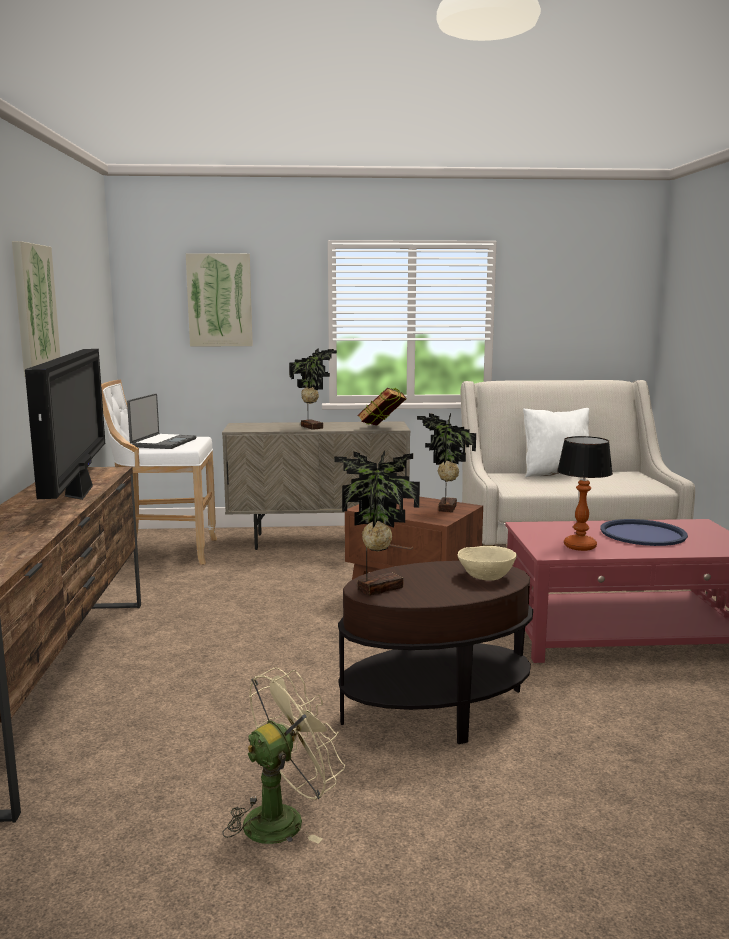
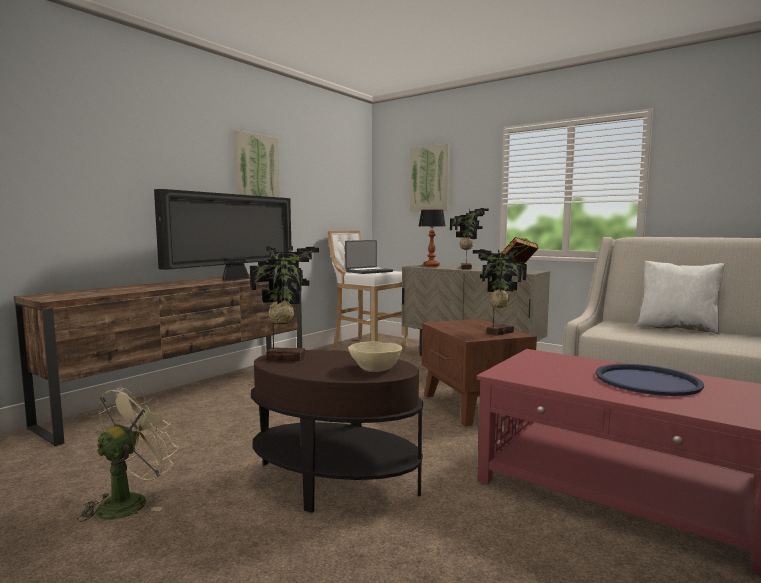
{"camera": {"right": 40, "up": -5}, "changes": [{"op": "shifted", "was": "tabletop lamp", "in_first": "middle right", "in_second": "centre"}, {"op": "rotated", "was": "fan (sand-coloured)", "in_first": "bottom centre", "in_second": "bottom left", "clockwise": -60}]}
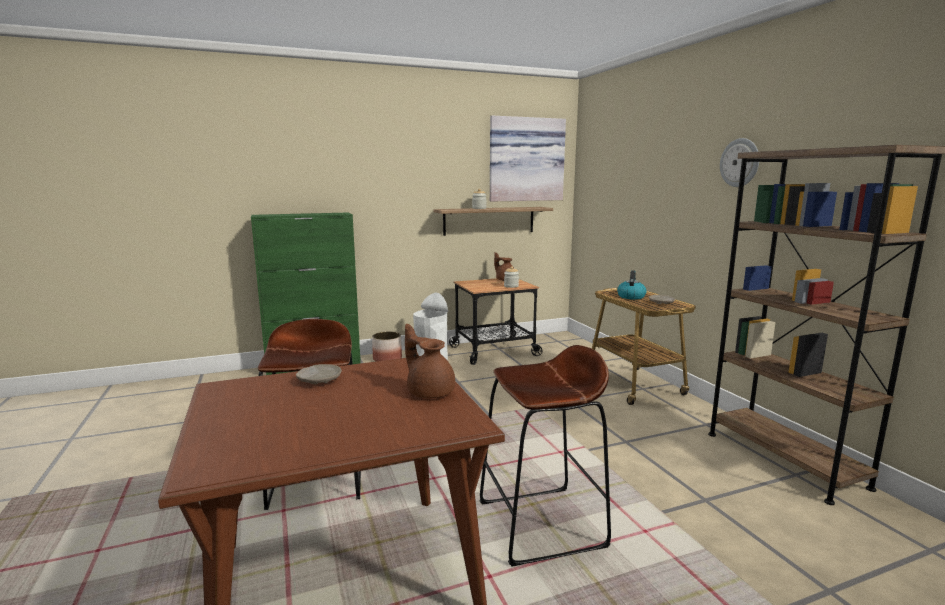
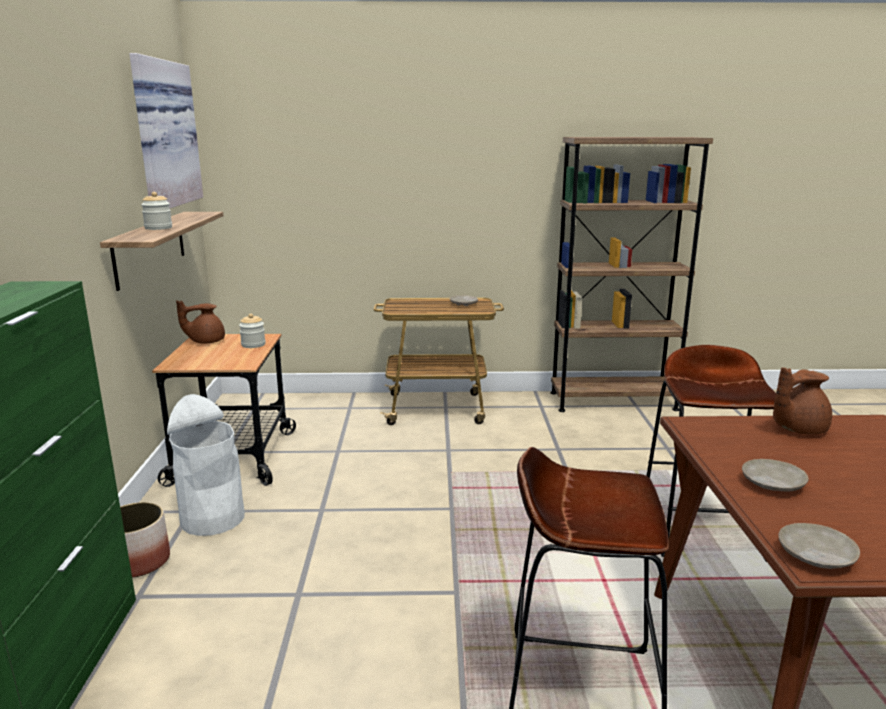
{"camera": {"right": -70, "up": 5}, "changes": [{"op": "gone", "was": "tea kettle", "in_first": "middle right"}, {"op": "gone", "was": "wall clock", "in_first": "top right"}, {"op": "new", "now": "dinner plate (sand-coloured) (no. 3 from left)", "in_second": "bottom right"}]}
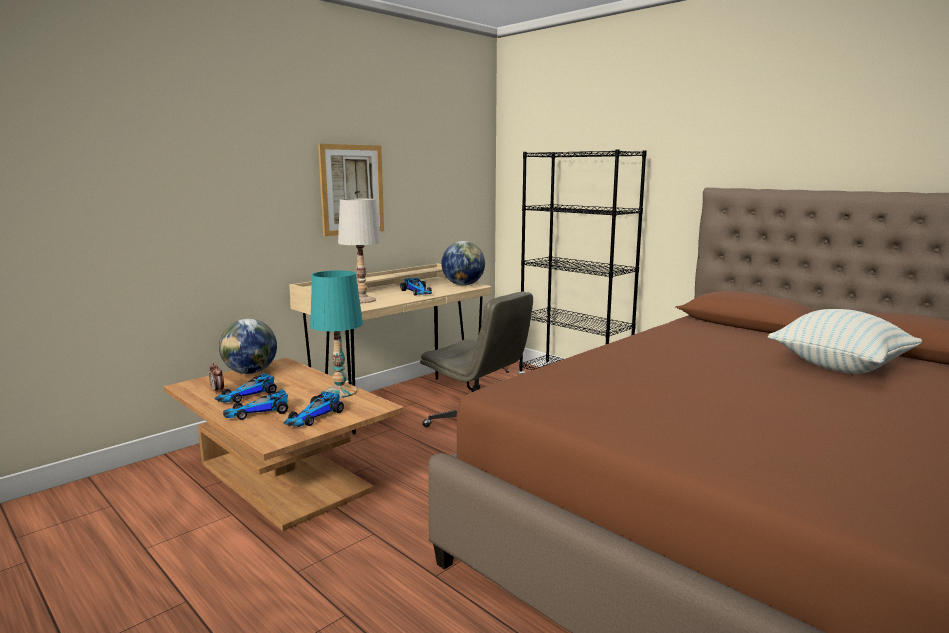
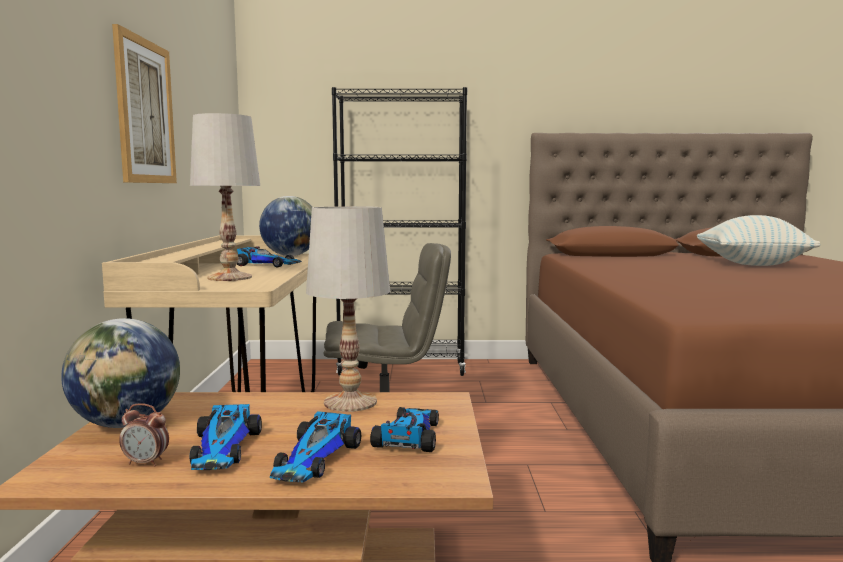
{"camera": {"right": -45, "up": -5}, "changes": [{"op": "repainted", "was": "tabletop lamp (blue-green)", "now": "tabletop lamp (white-coloured) (no. 2 from left)", "in_first": "centre", "in_second": "centre"}, {"op": "rotated", "was": "miniature car (no. 3 from left in the first image)", "in_first": "middle left", "in_second": "bottom centre", "clockwise": -150}]}
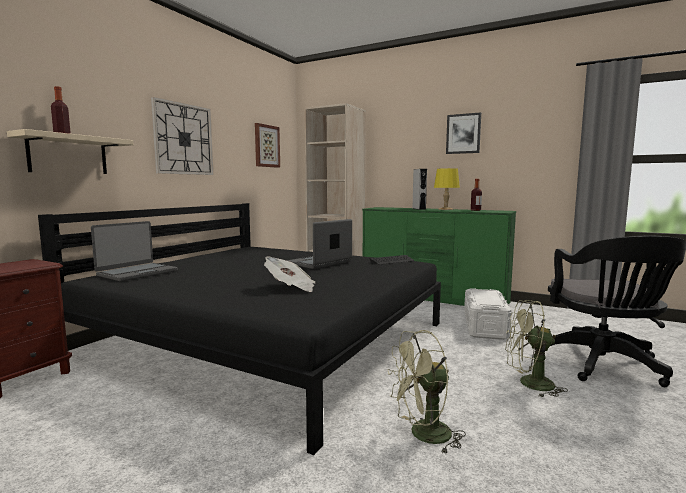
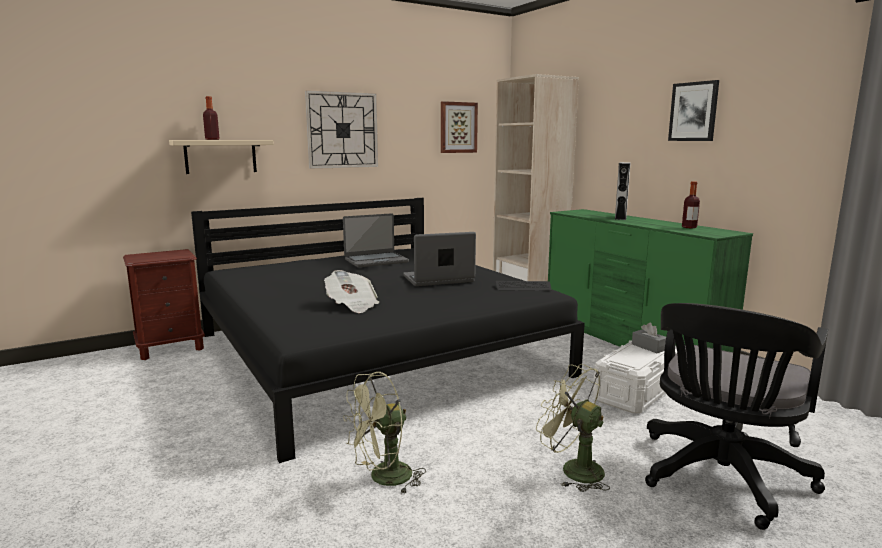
{"camera": {"right": 30, "up": 5}, "changes": [{"op": "gone", "was": "tabletop lamp (yellowish)", "in_first": "centre"}, {"op": "new", "now": "tissue box (gray)", "in_second": "middle right"}, {"op": "shifted", "was": "laptop (no. 1 from left)", "in_first": "middle left", "in_second": "centre"}, {"op": "rotated", "was": "fan (greenish) (no. 1 from left)", "in_first": "bottom centre", "in_second": "bottom centre", "clockwise": -45}]}
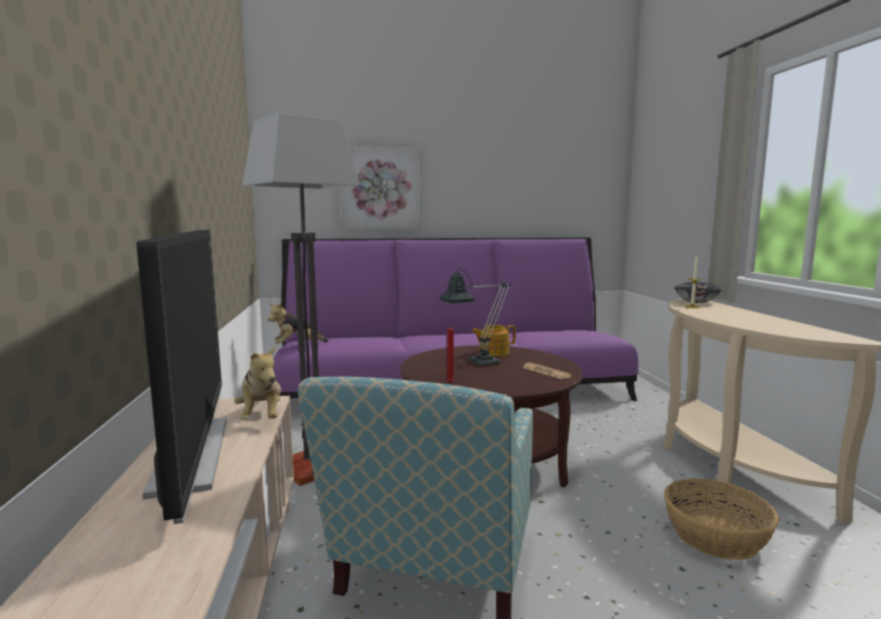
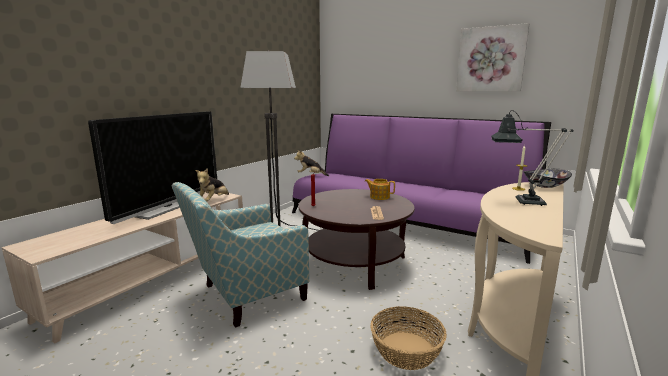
{"camera": {"right": 40, "up": 5}, "changes": [{"op": "shifted", "was": "wall art", "in_first": "top centre", "in_second": "top right"}, {"op": "shifted", "was": "tabletop lamp", "in_first": "centre", "in_second": "middle right"}]}
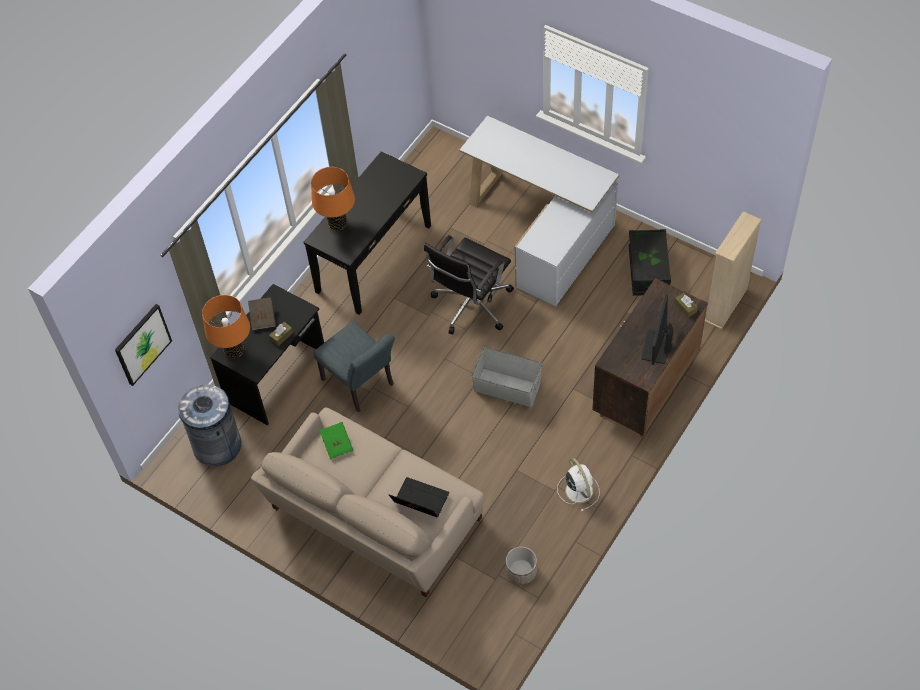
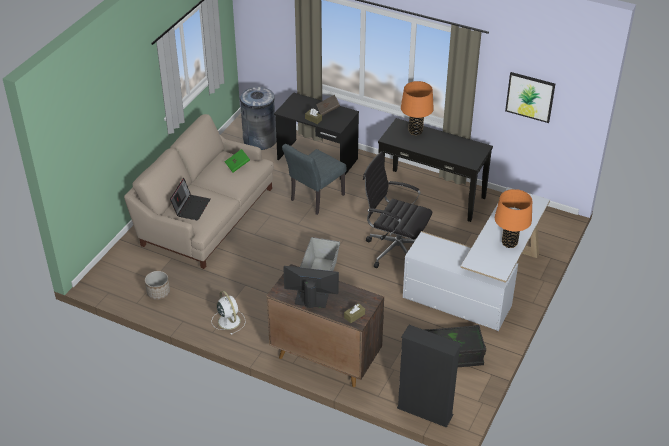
{"camera": {"right": 80, "up": -15}, "changes": [{"op": "shifted", "was": "wall art", "in_first": "middle left", "in_second": "top right"}, {"op": "shifted", "was": "tabletop lamp (orangey) (no. 1 from left in the first image)", "now": "tabletop lamp (orangey) (no. 2 from left)", "in_first": "middle left", "in_second": "middle right"}, {"op": "repainted", "was": "bookcase (sand-coloured)", "now": "bookcase (black)", "in_first": "middle right", "in_second": "bottom centre"}, {"op": "rotated", "was": "fan (white-coloured)", "in_first": "bottom centre", "in_second": "bottom centre", "clockwise": -90}]}
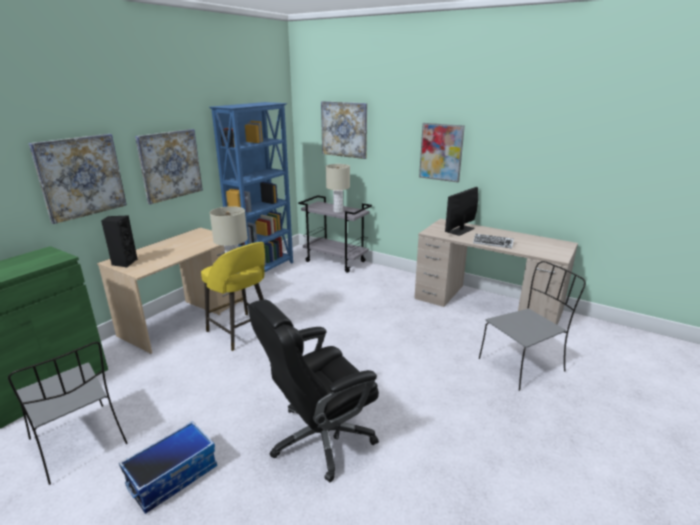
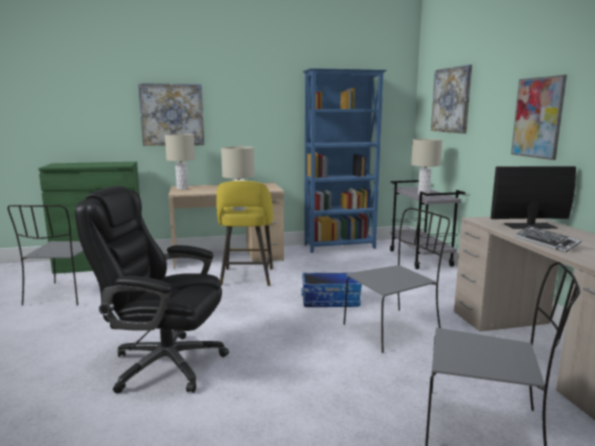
{"camera": {"right": 45, "up": -10}, "changes": [{"op": "gone", "was": "wall art (no. 2 from left)", "in_first": "top left"}, {"op": "new", "now": "upright chair (gray) (no. 2 from left)", "in_second": "middle right"}, {"op": "shifted", "was": "storage container", "in_first": "bottom left", "in_second": "centre"}, {"op": "swapped", "was": "audio speaker (black)", "now": "tabletop lamp (sand-coloured) (no. 1 from left)", "in_first": "middle left", "in_second": "middle left"}]}
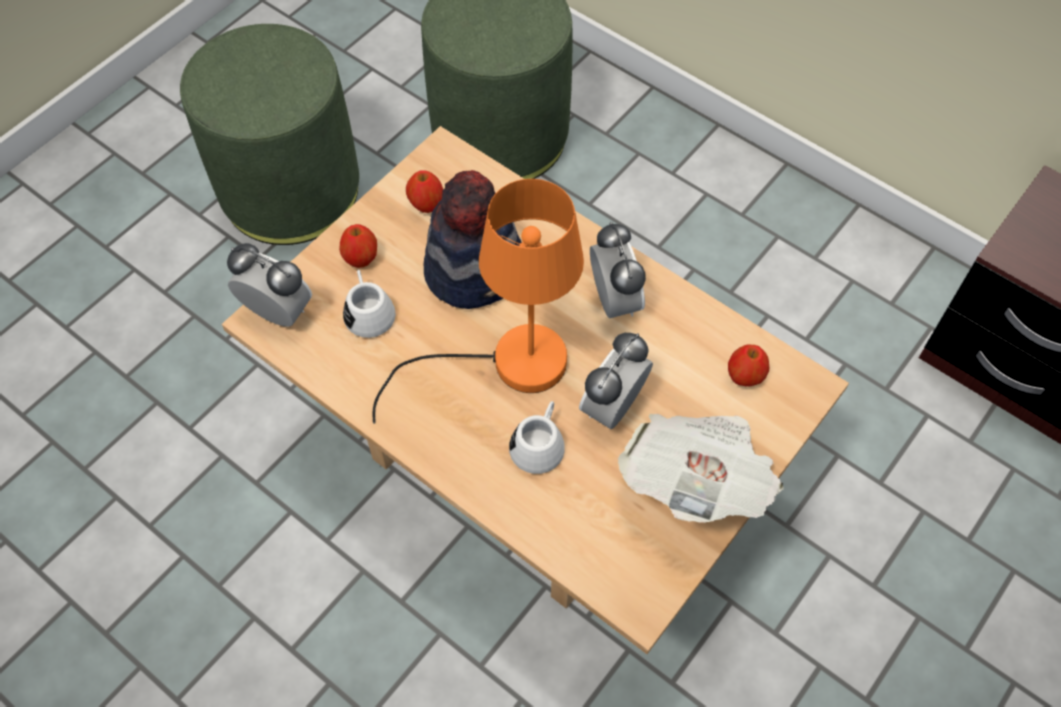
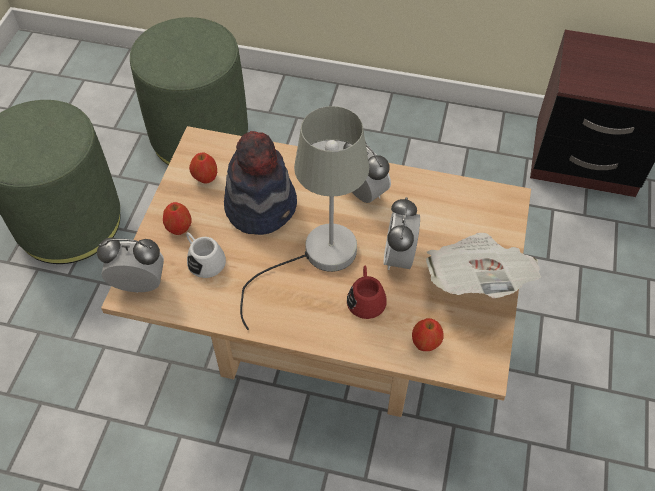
{"camera": {"right": -25, "up": -5}, "changes": [{"op": "shifted", "was": "whole apple (no. 3 from left)", "in_first": "middle right", "in_second": "bottom centre"}, {"op": "repainted", "was": "tabletop lamp (orangey)", "now": "tabletop lamp (gray)", "in_first": "centre", "in_second": "centre"}, {"op": "repainted", "was": "mug (white-coloured) (no. 2 from left)", "now": "mug (red-coloured)", "in_first": "centre", "in_second": "centre"}]}
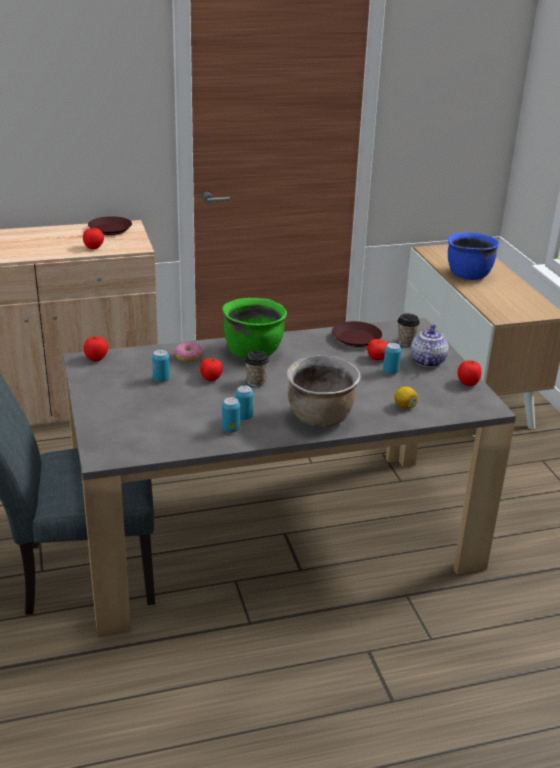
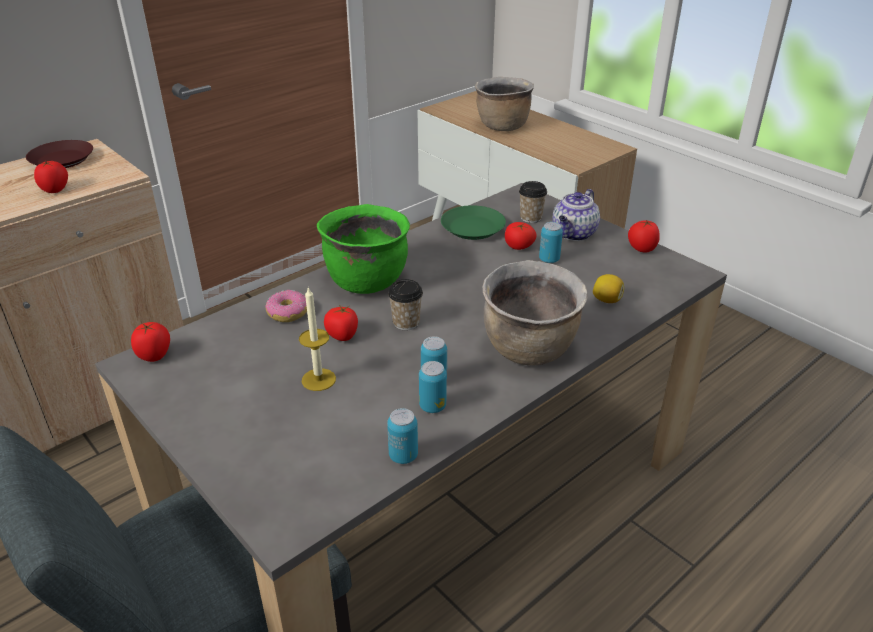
{"camera": {"right": -25, "up": 5}, "changes": [{"op": "new", "now": "candle", "in_second": "centre"}, {"op": "shifted", "was": "metal can (no. 1 from left)", "in_first": "middle left", "in_second": "bottom centre"}, {"op": "repainted", "was": "dinner plate (brown) (no. 2 from left)", "now": "dinner plate (greenish)", "in_first": "centre", "in_second": "centre"}, {"op": "repainted", "was": "cooking pot (blue)", "now": "cooking pot (brown) (no. 1 from left)", "in_first": "middle right", "in_second": "top centre"}, {"op": "rotated", "was": "teapot", "in_first": "middle right", "in_second": "centre", "clockwise": -135}]}
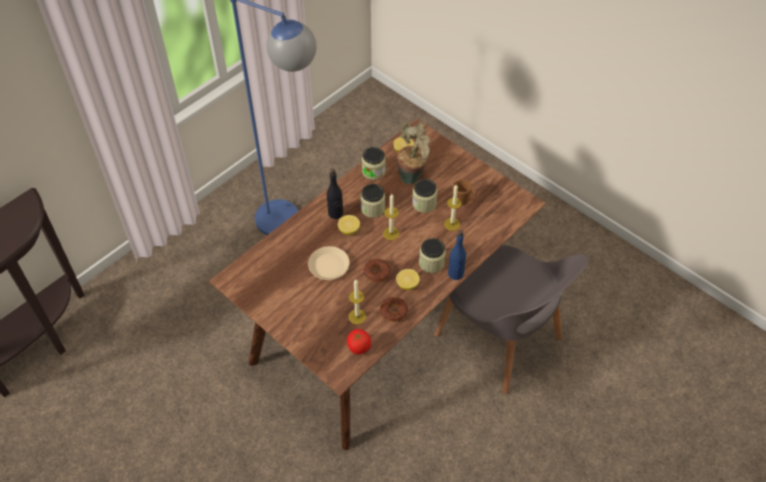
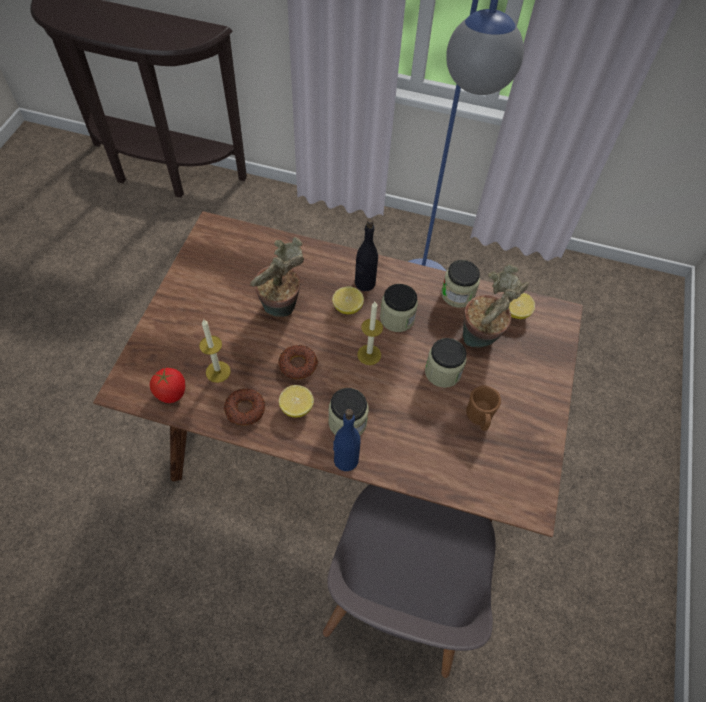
{"camera": {"right": 60, "up": 5}, "changes": [{"op": "gone", "was": "candle (no. 3 from left)", "in_first": "centre"}, {"op": "swapped", "was": "dinner plate (sand-coloured)", "now": "houseplant (no. 1 from left)", "in_first": "centre", "in_second": "centre"}]}
